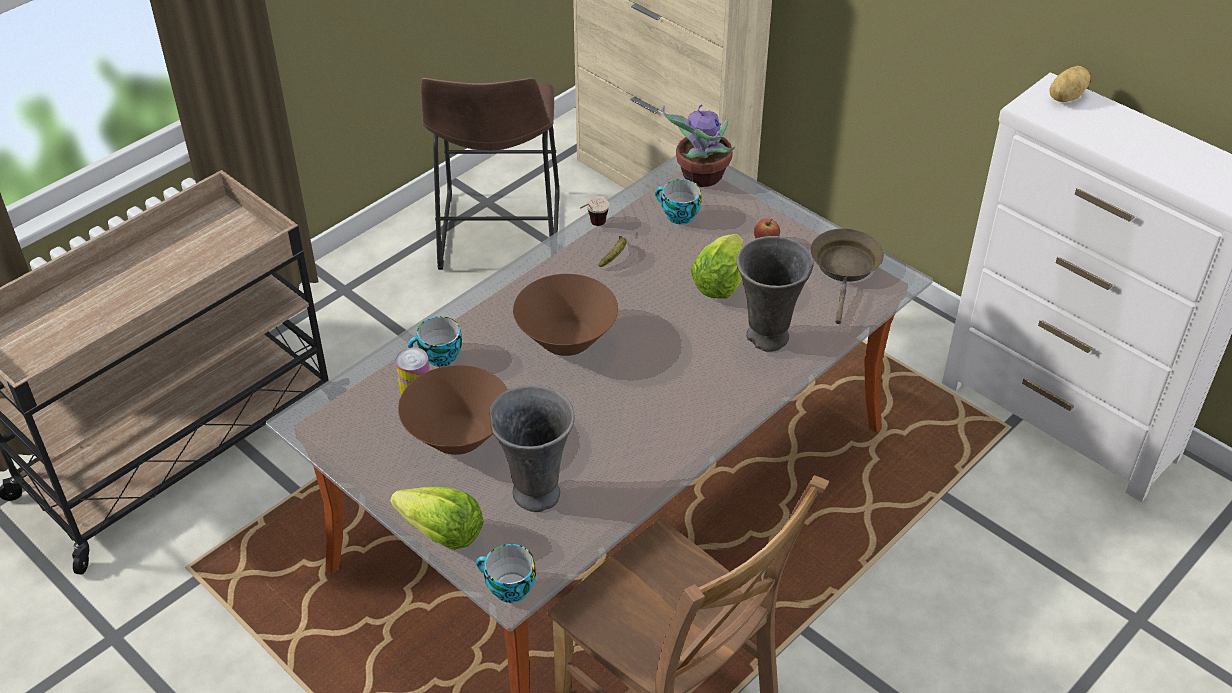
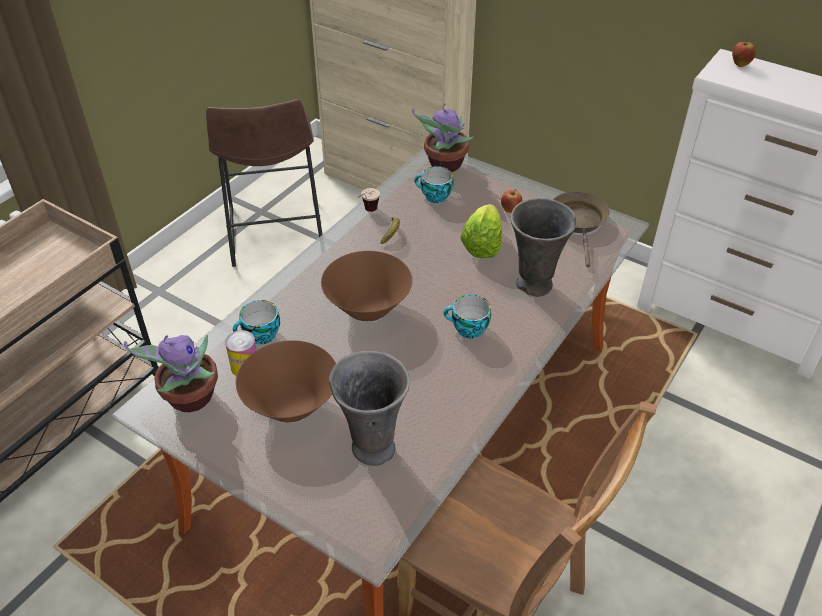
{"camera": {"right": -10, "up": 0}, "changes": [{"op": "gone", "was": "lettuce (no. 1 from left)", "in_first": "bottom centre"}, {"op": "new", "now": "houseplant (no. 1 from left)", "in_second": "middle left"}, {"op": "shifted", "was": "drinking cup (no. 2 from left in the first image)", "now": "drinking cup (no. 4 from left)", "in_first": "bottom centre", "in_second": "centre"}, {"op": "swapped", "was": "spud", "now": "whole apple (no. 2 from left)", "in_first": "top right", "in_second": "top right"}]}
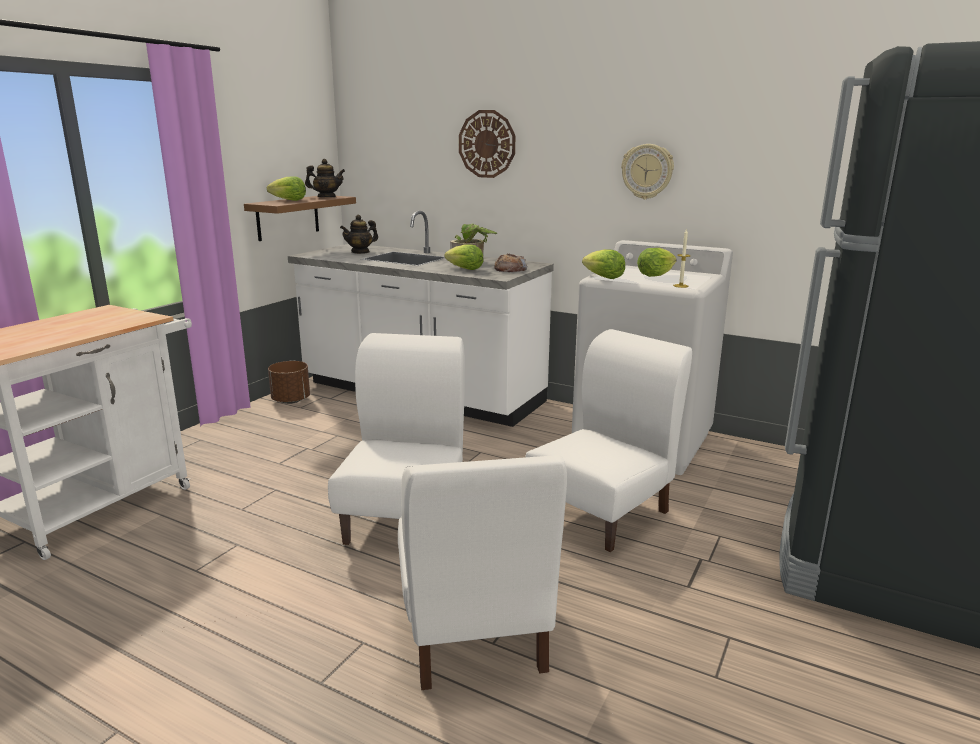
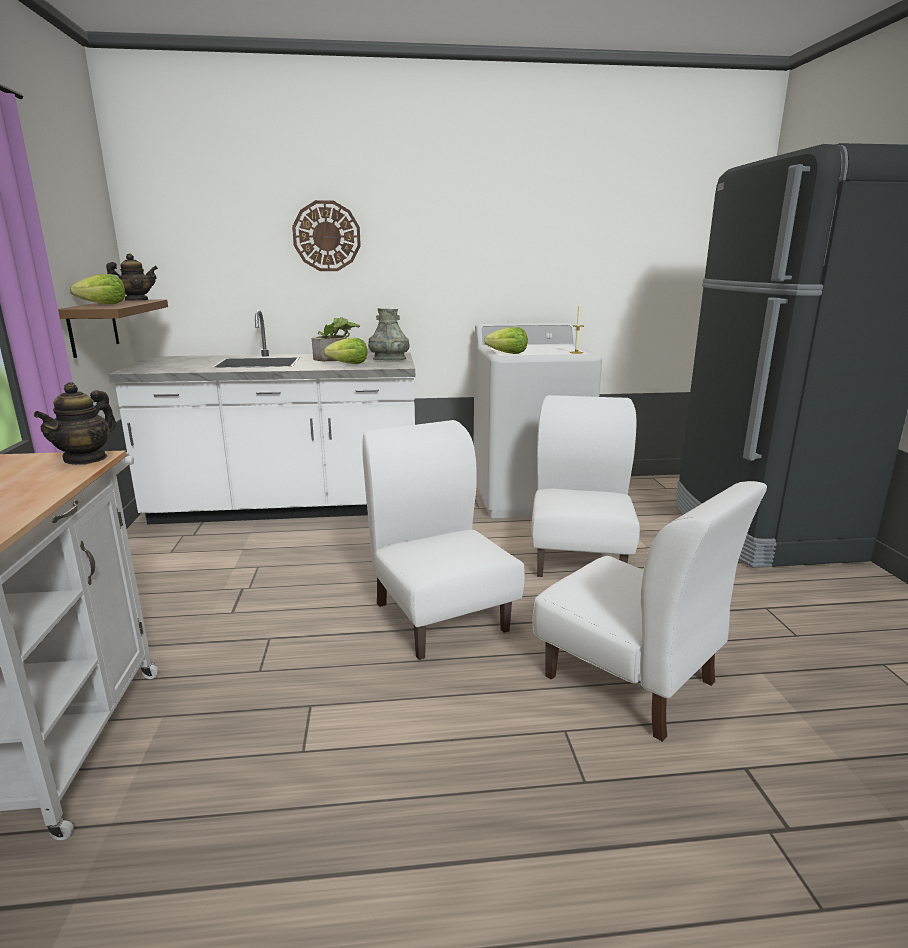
{"camera": {"right": -35, "up": 0}, "changes": [{"op": "gone", "was": "planter (brown)", "in_first": "middle left"}, {"op": "gone", "was": "wall clock (no. 2 from left)", "in_first": "top centre"}, {"op": "gone", "was": "lettuce (no. 4 from left)", "in_first": "middle right"}, {"op": "shifted", "was": "teapot (no. 2 from left in the first image)", "now": "teapot (no. 1 from left)", "in_first": "top centre", "in_second": "middle left"}, {"op": "swapped", "was": "baked bread", "now": "decorative vase (gray)", "in_first": "centre", "in_second": "centre"}]}
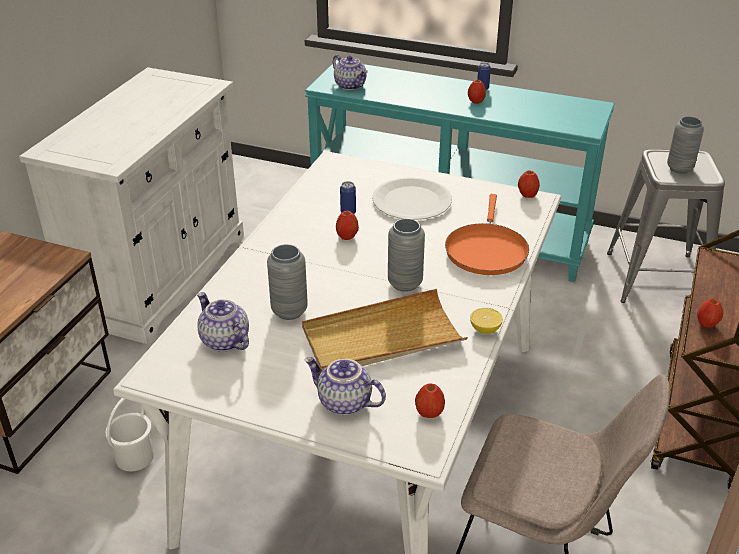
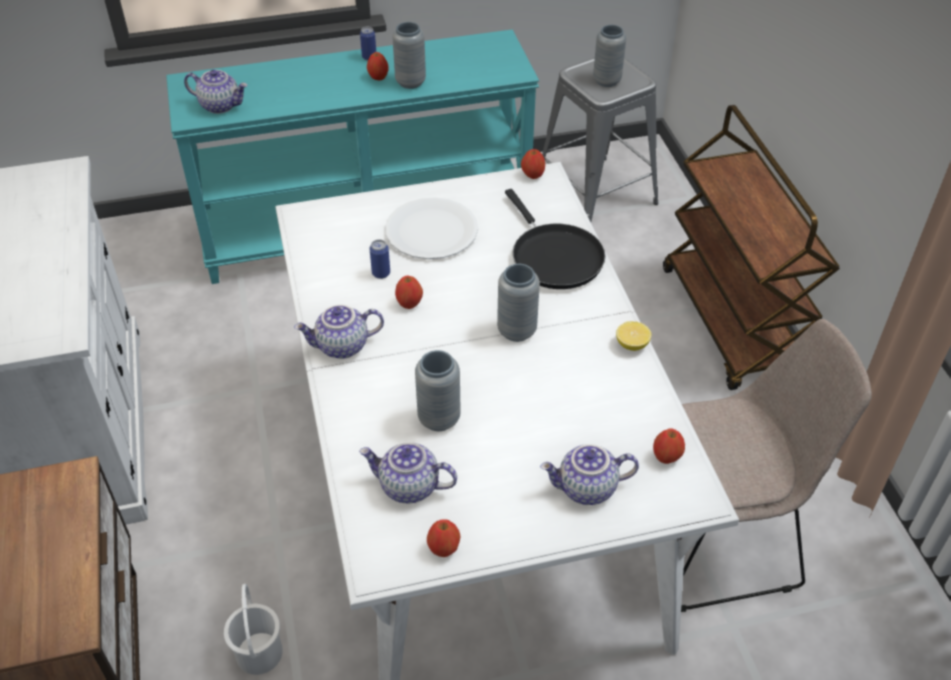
{"camera": {"right": -35, "up": 10}, "changes": [{"op": "gone", "was": "tray (sand-coloured)", "in_first": "centre"}, {"op": "new", "now": "teapot (no. 2 from left)", "in_second": "centre"}, {"op": "new", "now": "decorative vase (gray) (no. 1 from left)", "in_second": "top centre"}, {"op": "shifted", "was": "whole apple (no. 5 from left in the first image)", "now": "whole apple (no. 3 from left)", "in_first": "middle right", "in_second": "bottom centre"}, {"op": "repainted", "was": "frying pan (orangey)", "now": "frying pan (black)", "in_first": "centre", "in_second": "centre"}]}
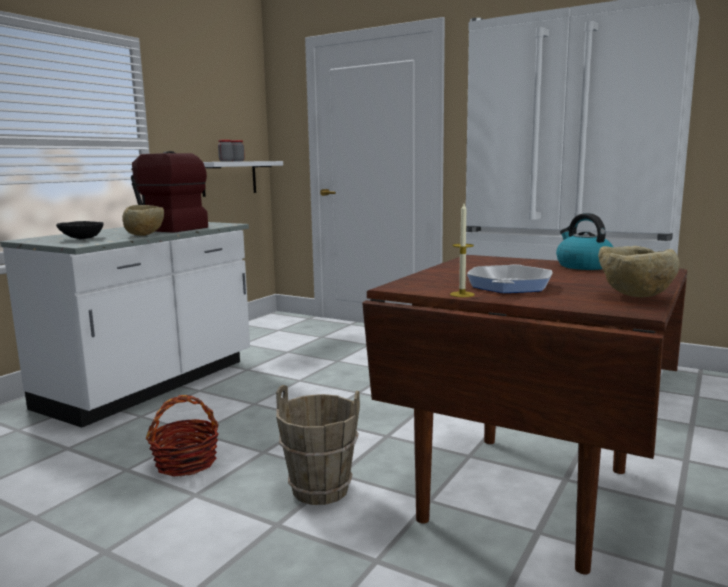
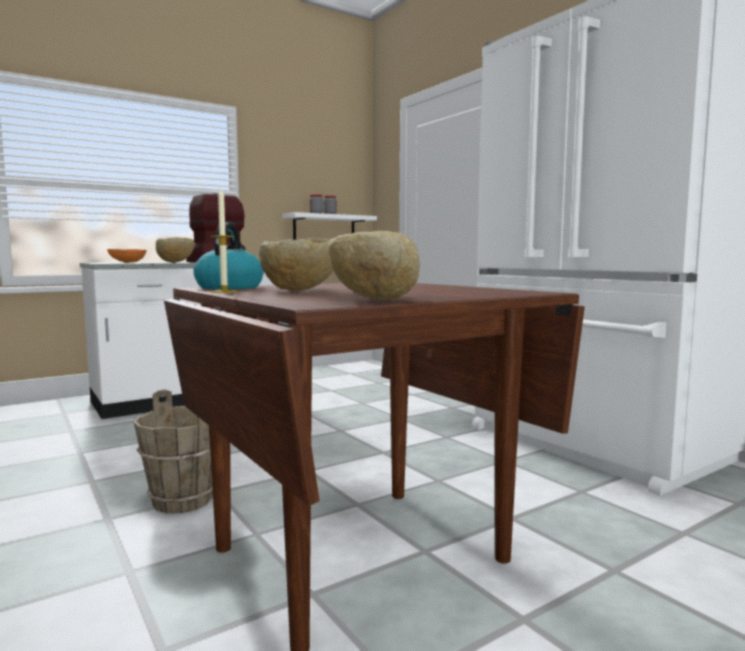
{"camera": {"right": 25, "up": -5}, "changes": [{"op": "gone", "was": "storage basket", "in_first": "bottom left"}, {"op": "shifted", "was": "tea kettle", "in_first": "middle right", "in_second": "middle left"}, {"op": "swapped", "was": "frying pan", "now": "deep dish (sand-coloured) (no. 2 from left)", "in_first": "middle right", "in_second": "centre"}, {"op": "repainted", "was": "deep dish (black)", "now": "deep dish (orangey)", "in_first": "middle left", "in_second": "middle left"}]}
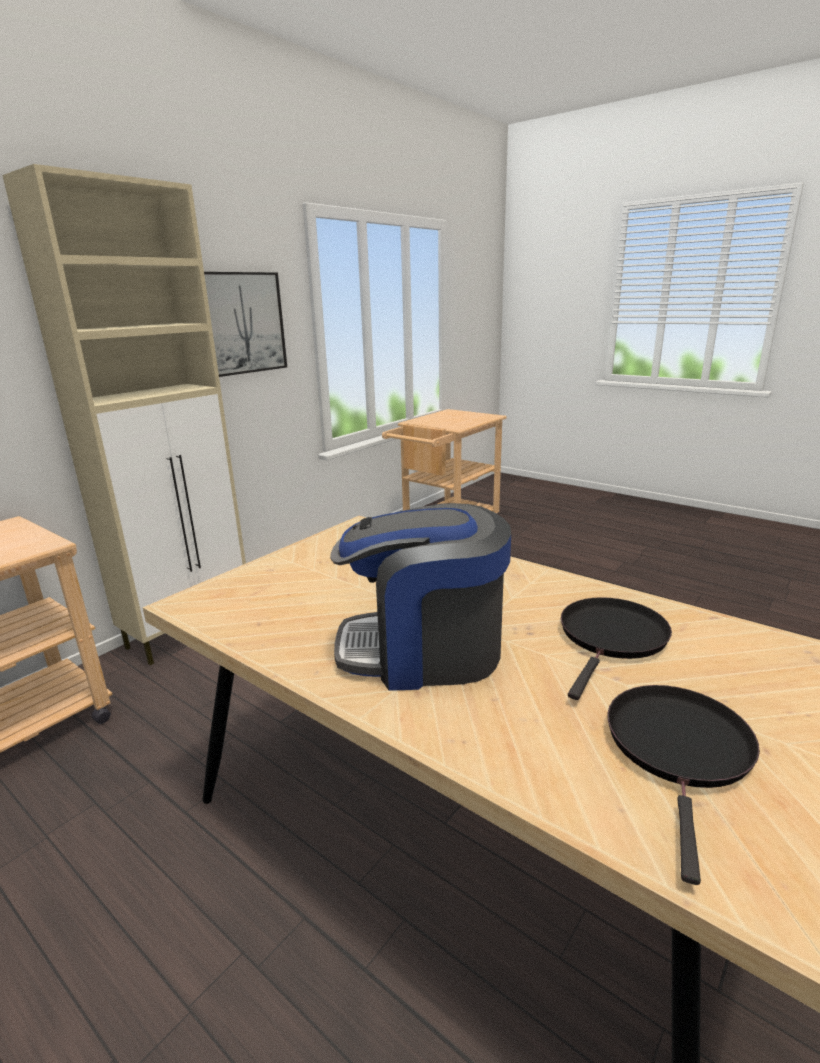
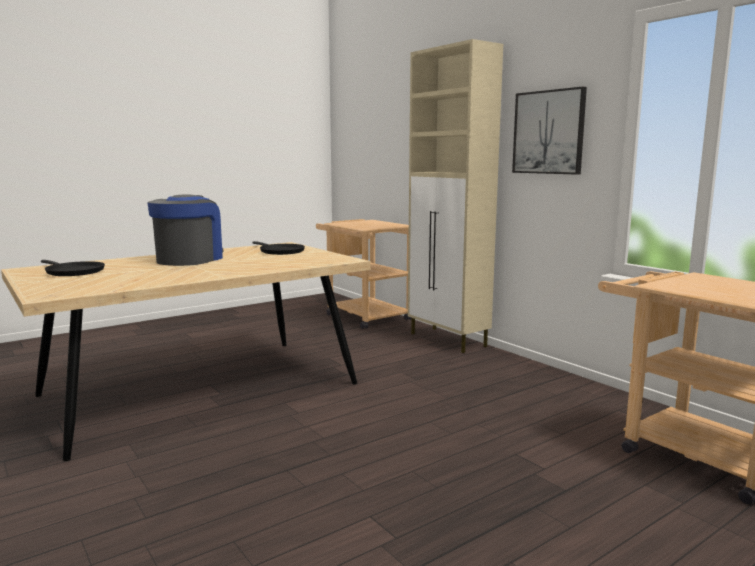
{"camera": {"right": 105, "up": -10}, "changes": [{"op": "shifted", "was": "frying pan (black) (no. 1 from left in the first image)", "now": "frying pan (black) (no. 2 from left)", "in_first": "middle right", "in_second": "centre"}]}
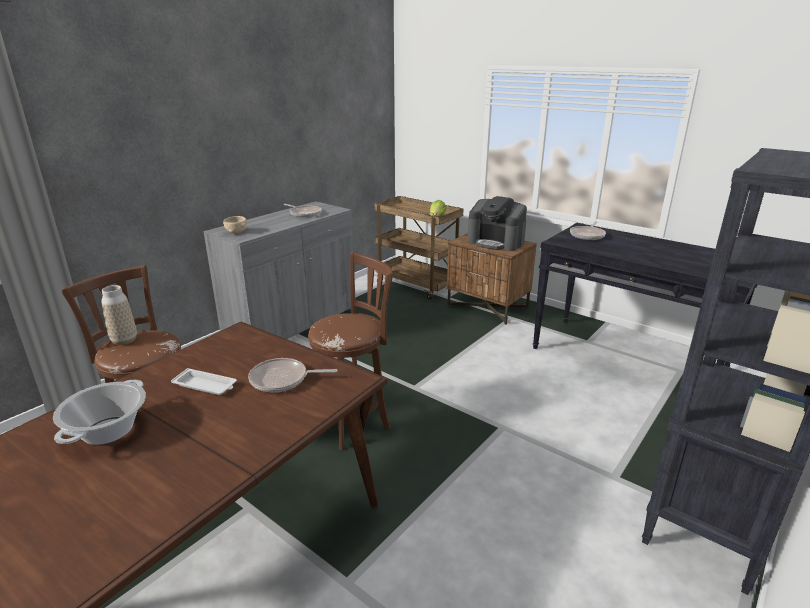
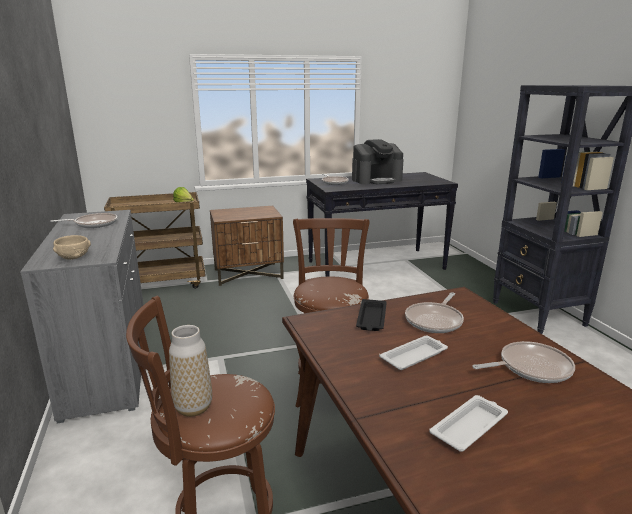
{"camera": {"right": -55, "up": -5}, "changes": [{"op": "new", "now": "tray (black)", "in_second": "centre"}, {"op": "new", "now": "frying pan (no. 4 from left)", "in_second": "bottom right"}, {"op": "shifted", "was": "coffee machine", "in_first": "centre", "in_second": "top centre"}, {"op": "swapped", "was": "cooking pot", "now": "tray (white-coloured) (no. 2 from left)", "in_first": "bottom left", "in_second": "bottom right"}]}
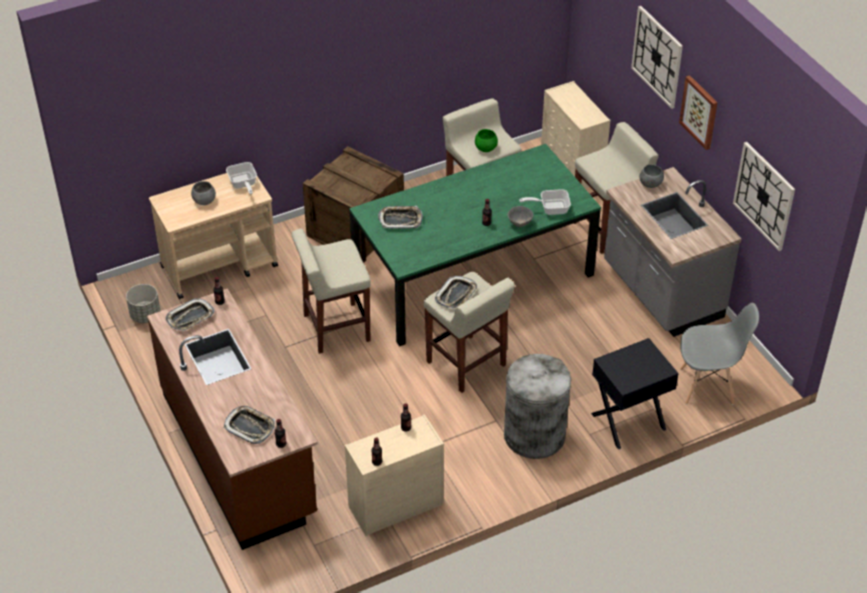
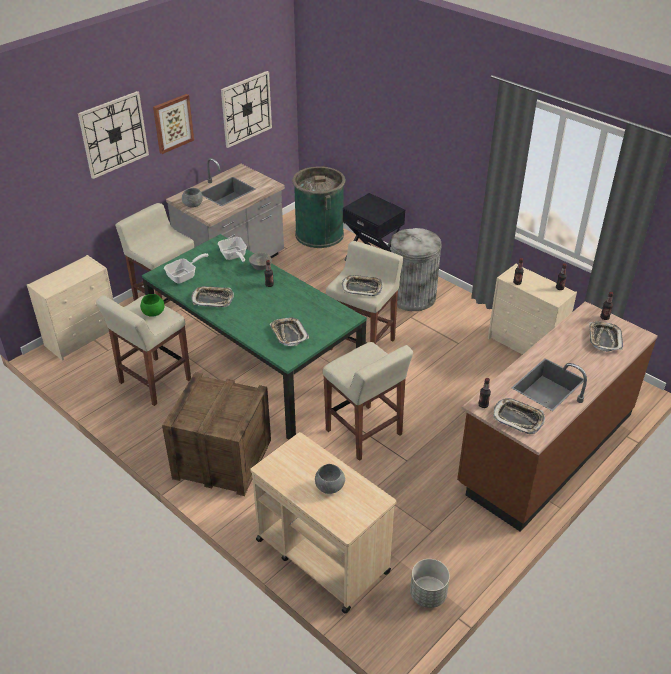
{"camera": {"right": -110, "up": -5}, "changes": [{"op": "new", "now": "tray (no. 1 from left)", "in_second": "middle left"}, {"op": "shifted", "was": "frying pan (no. 1 from left)", "in_first": "top left", "in_second": "middle left"}, {"op": "swapped", "was": "upright chair (gray)", "now": "rubbish bin (greenish)", "in_first": "middle right", "in_second": "top centre"}]}
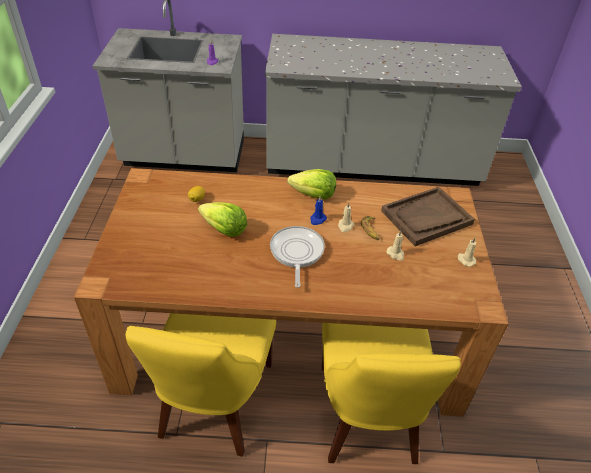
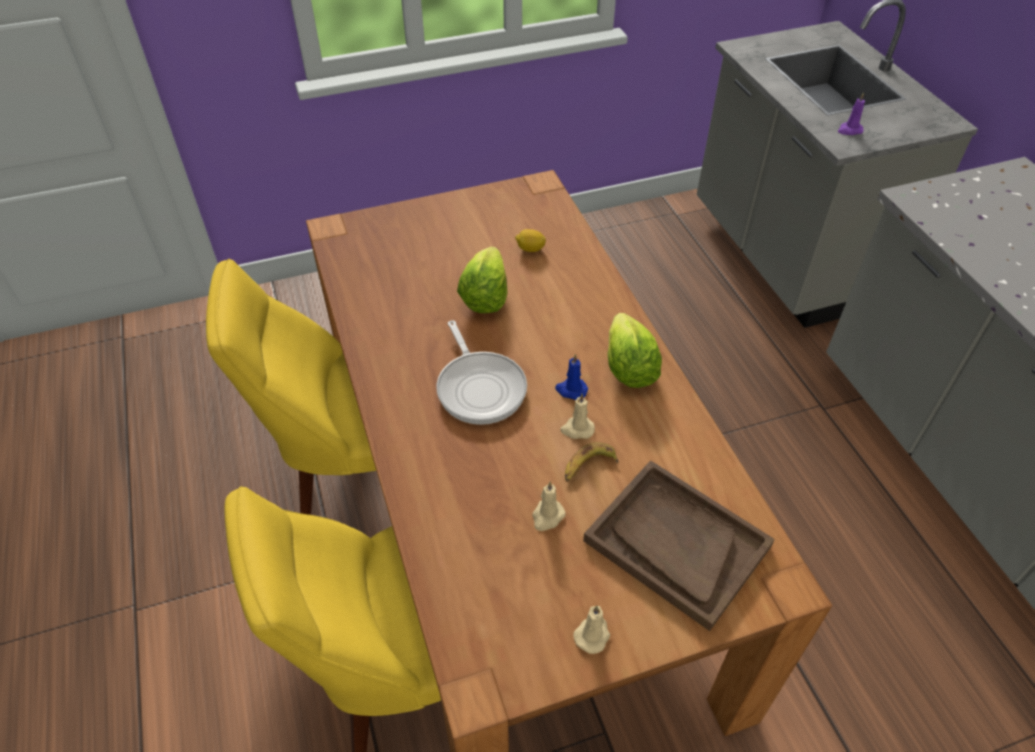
{"camera": {"right": 70, "up": 5}, "changes": [{"op": "rotated", "was": "frying pan", "in_first": "centre", "in_second": "centre", "clockwise": 90}]}
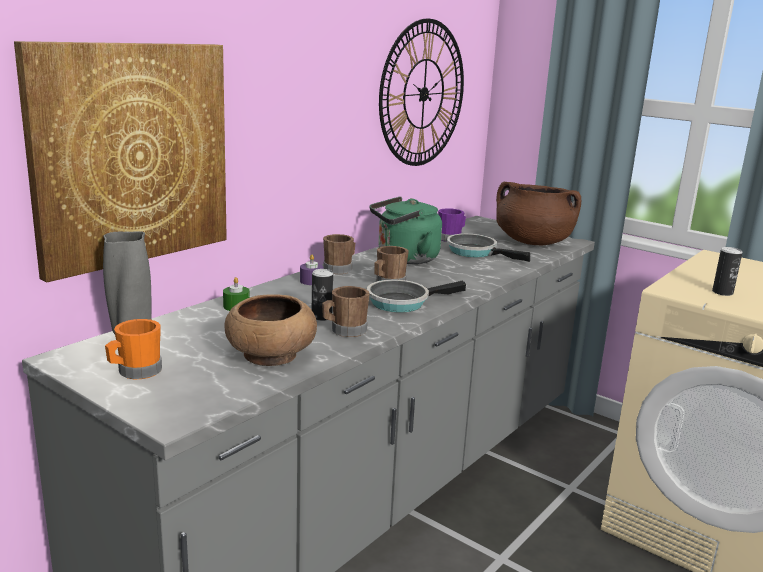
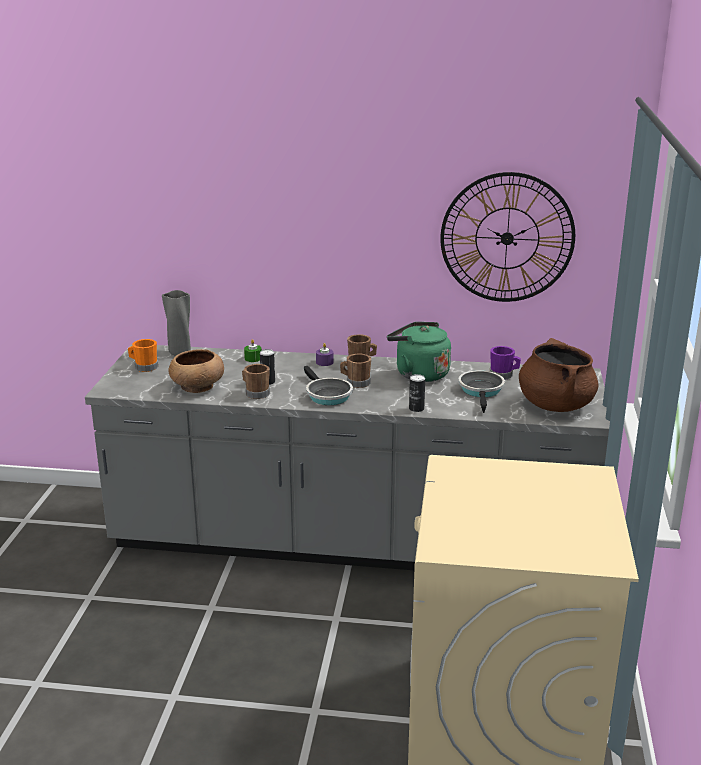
{"camera": {"right": 60, "up": 5}, "changes": [{"op": "gone", "was": "wall art", "in_first": "top left"}, {"op": "shifted", "was": "metal can (no. 2 from left)", "in_first": "middle right", "in_second": "centre"}, {"op": "rotated", "was": "frying pan (no. 1 from left)", "in_first": "centre", "in_second": "centre", "clockwise": -150}]}
